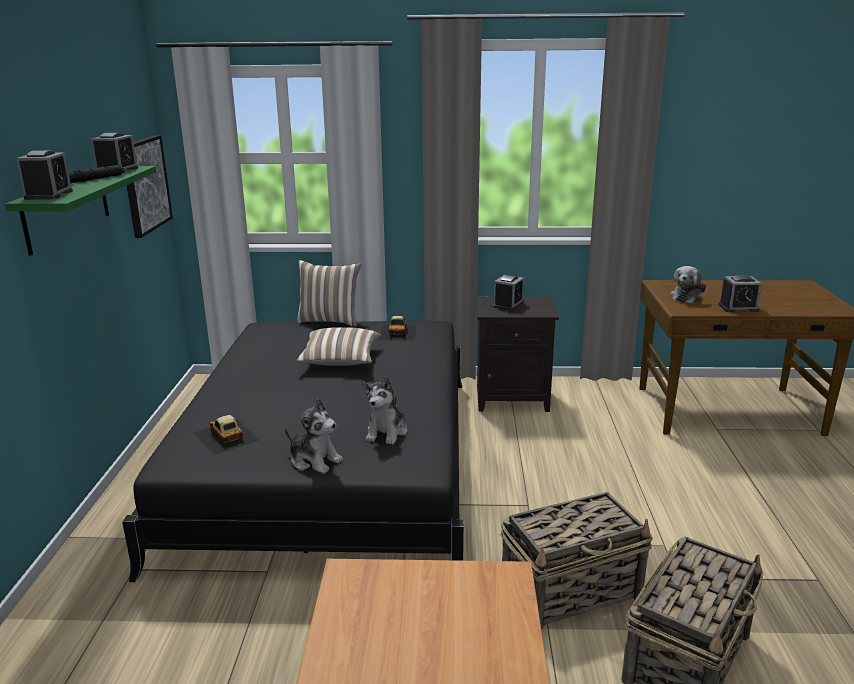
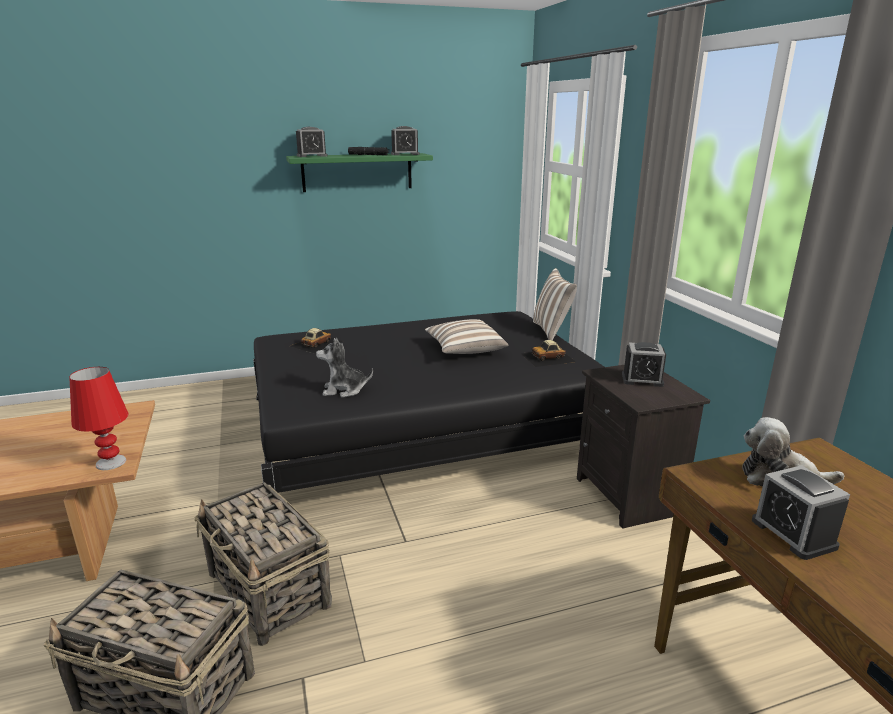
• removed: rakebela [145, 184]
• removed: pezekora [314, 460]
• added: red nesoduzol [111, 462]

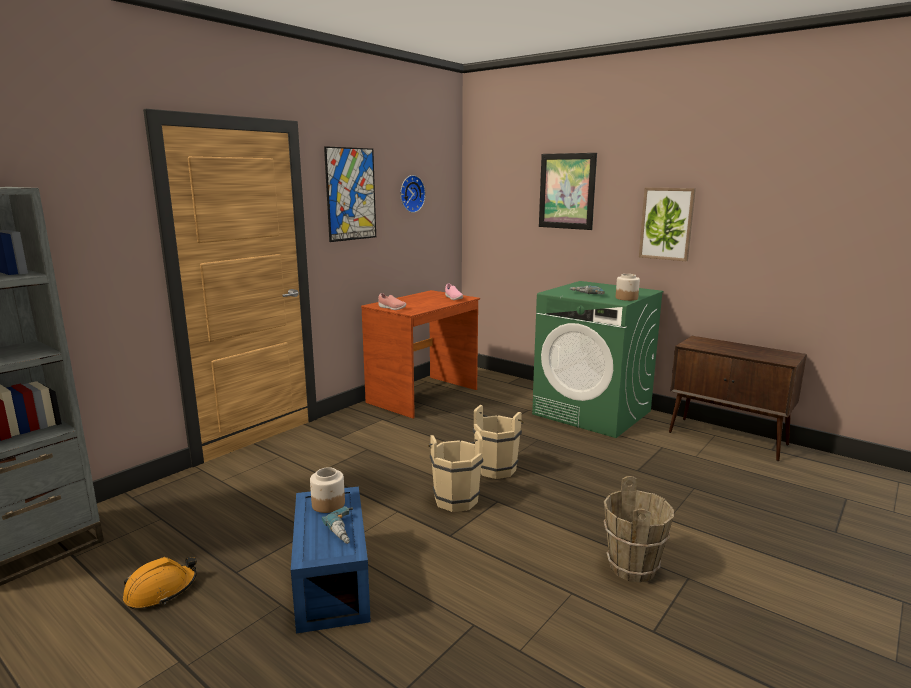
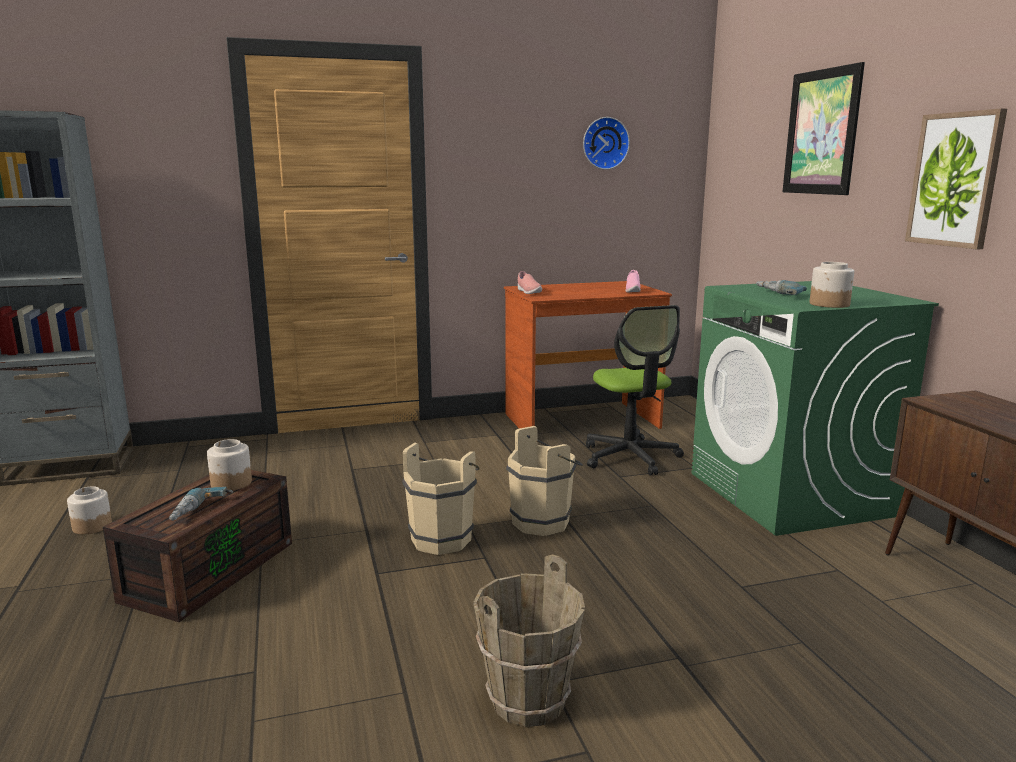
• replaced: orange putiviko [161, 590] to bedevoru [92, 526]
• recoloured: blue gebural [330, 579] to brown gebural [210, 569]
• removed: rakebela [351, 194]
• added: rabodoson [630, 457]

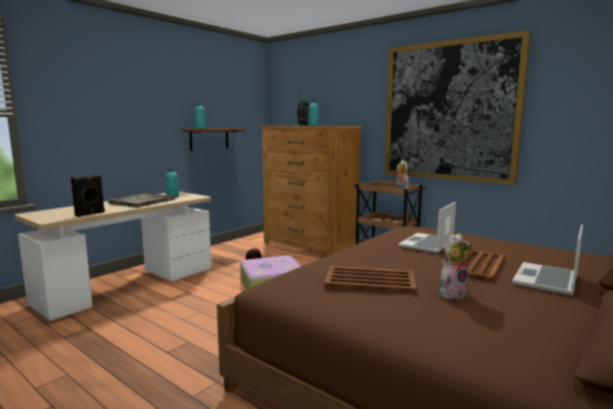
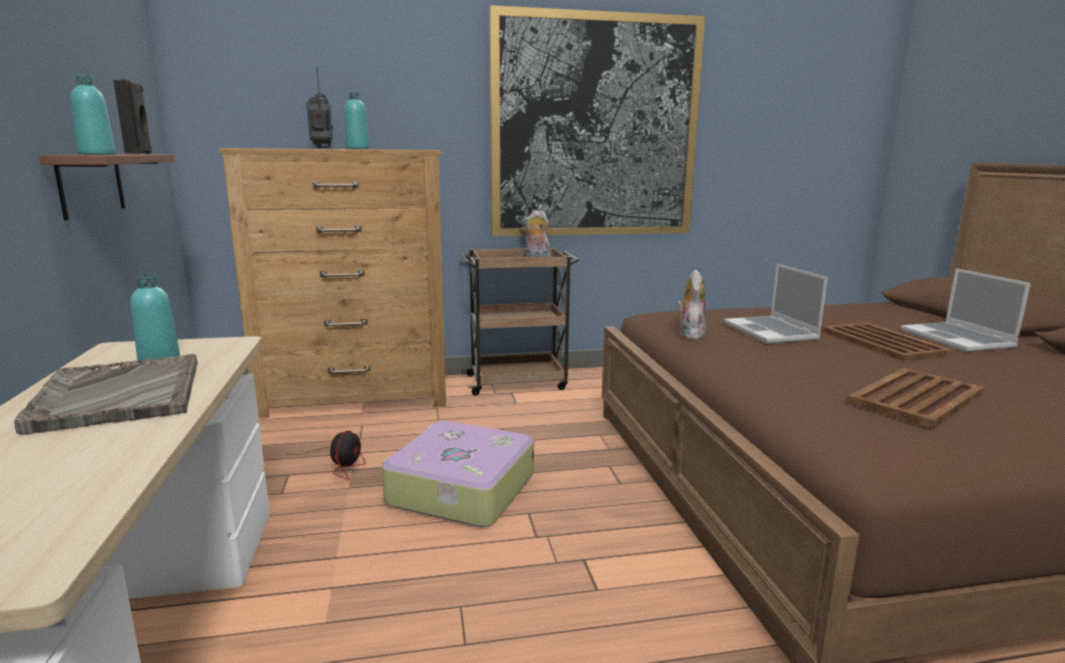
• moved: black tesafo [90, 214] to [140, 153]
• moved: pezekora [452, 293] to [689, 334]

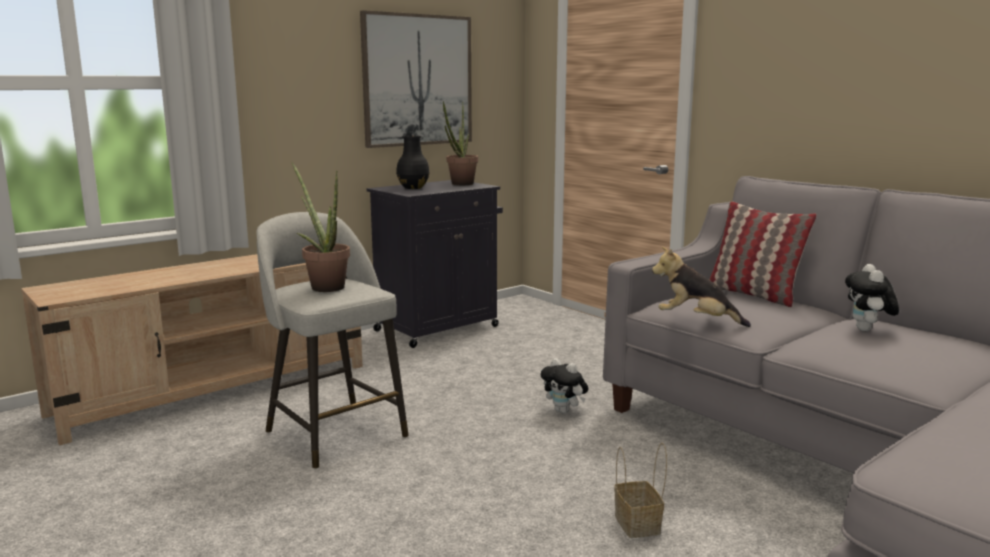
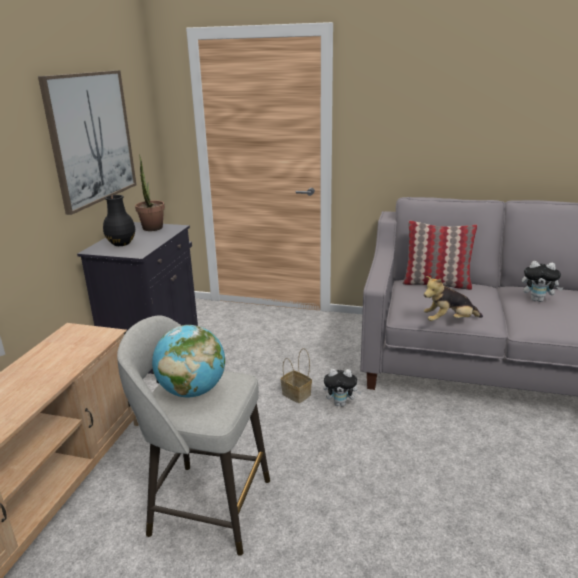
• replaced: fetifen [324, 286] to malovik [192, 391]
• moved: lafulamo [638, 525] to [297, 394]
• turned: pezekora [867, 330] = [537, 300] 45 degrees counterclockwise

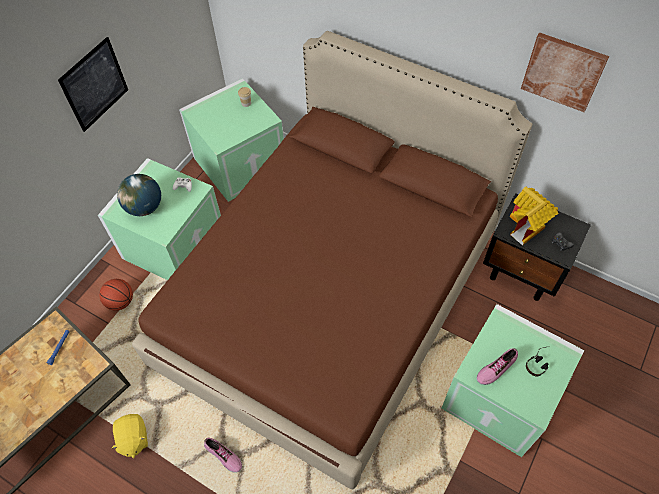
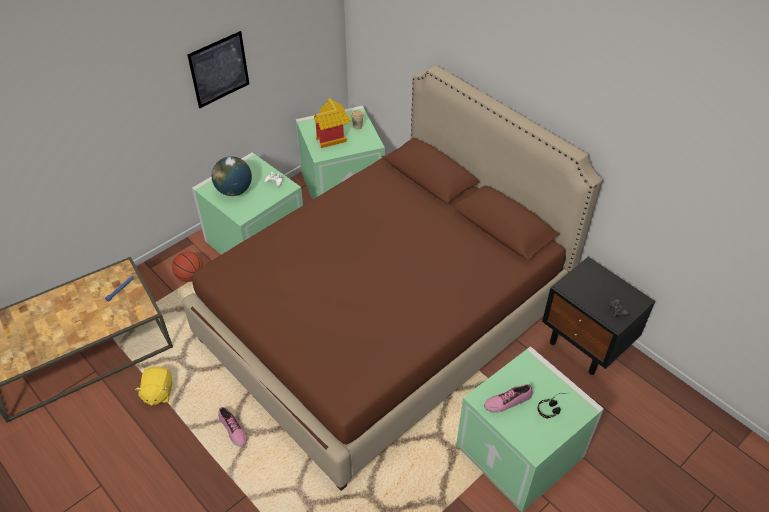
• moved: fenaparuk [527, 228] to [333, 138]
• removed: rakebela [563, 71]

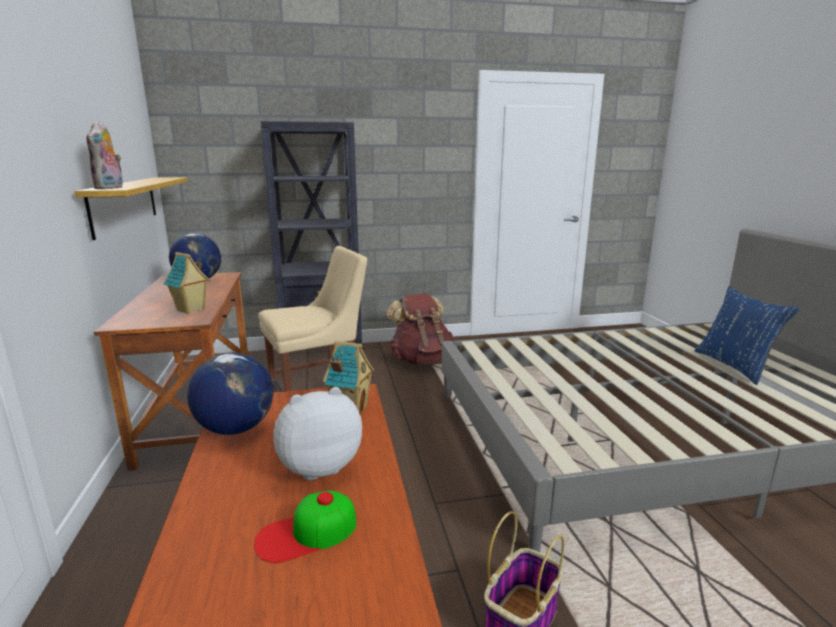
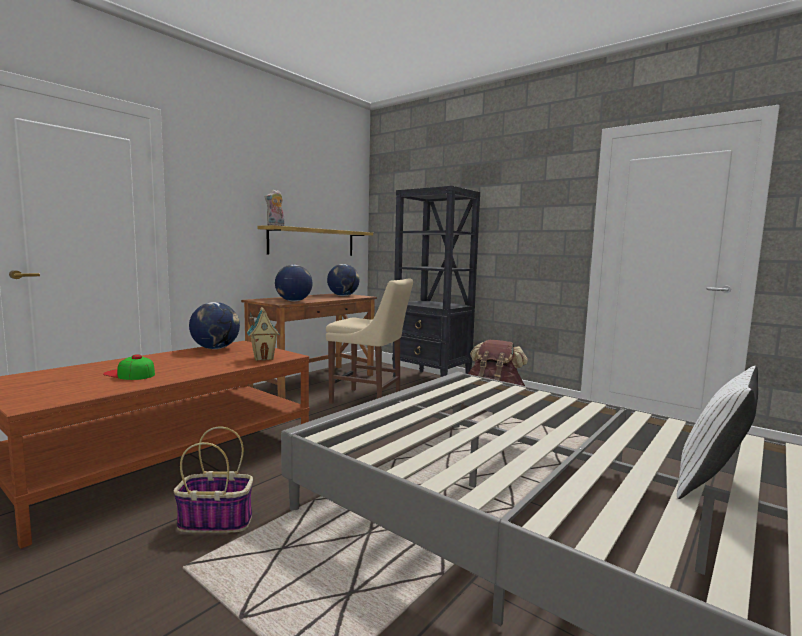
• replaced: fenaparuk [191, 310] to malovik [293, 301]
• removed: pezekora [318, 466]
• recoloured: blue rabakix [734, 366] to white rabakix [712, 481]

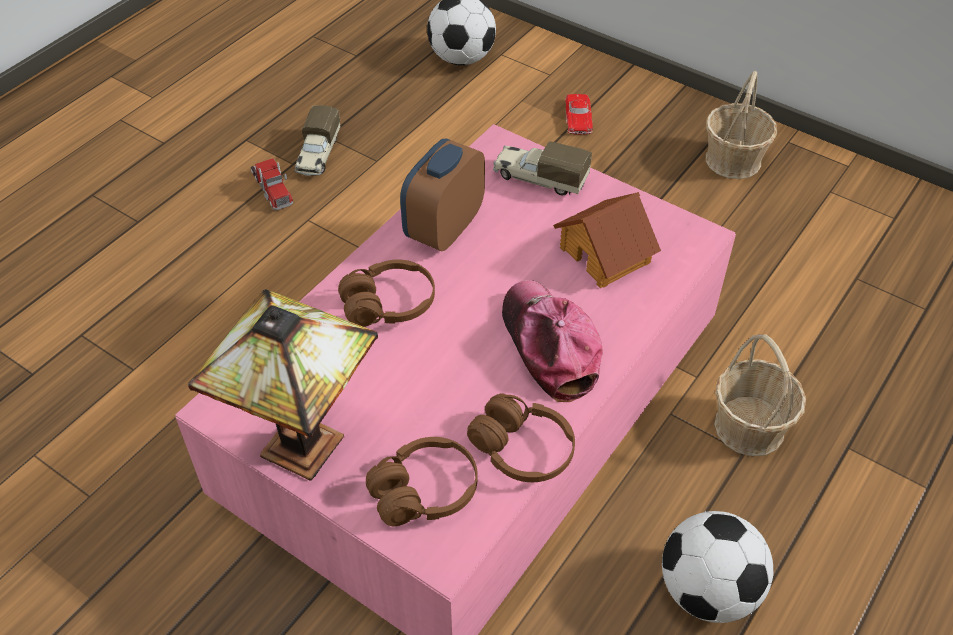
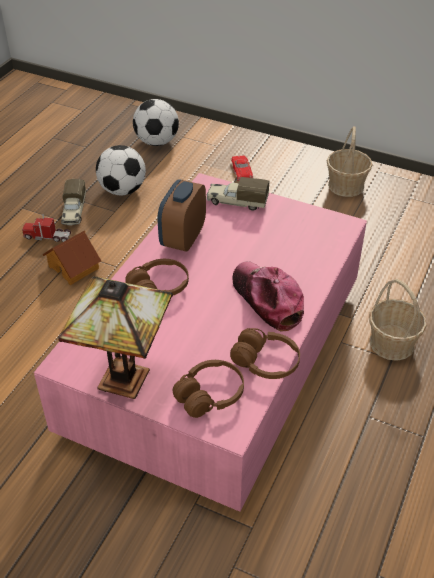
• turned: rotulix [272, 189] = [47, 236] 135 degrees clockwise
• moved: fenaparuk [606, 254] to [74, 267]
• moved: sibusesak [707, 591] to [122, 190]

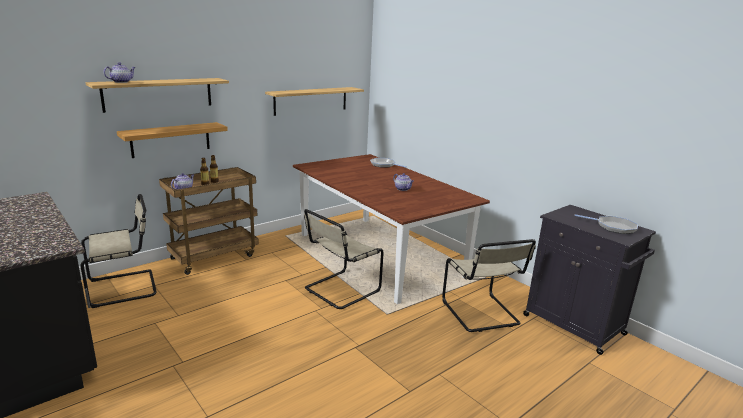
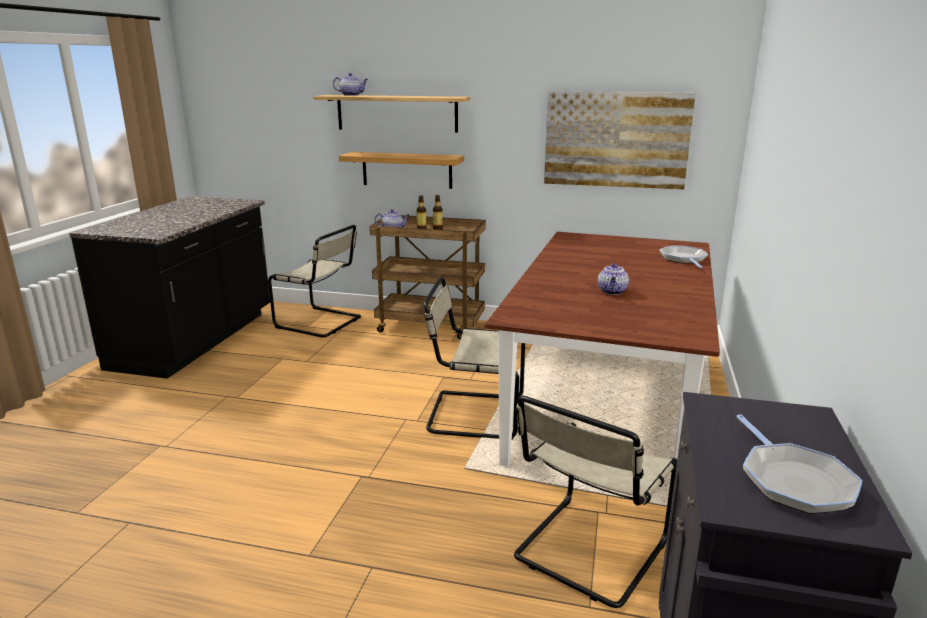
• replaced: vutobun [311, 100] to rakebela [616, 139]

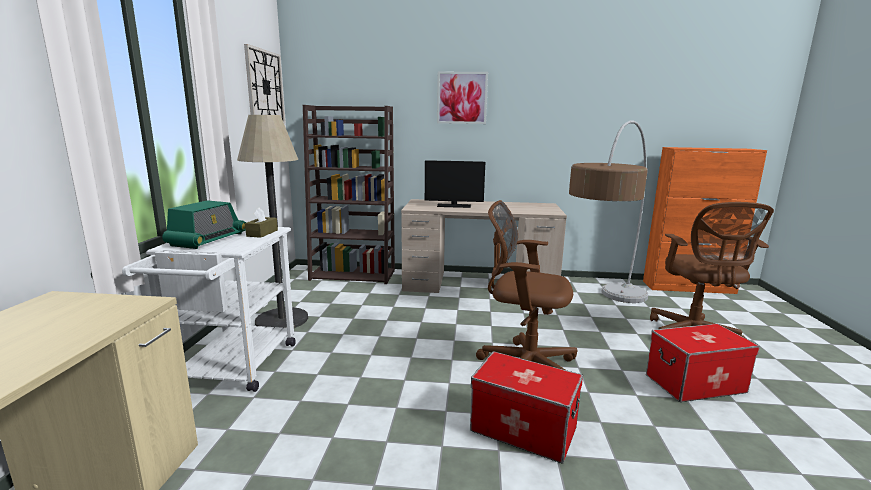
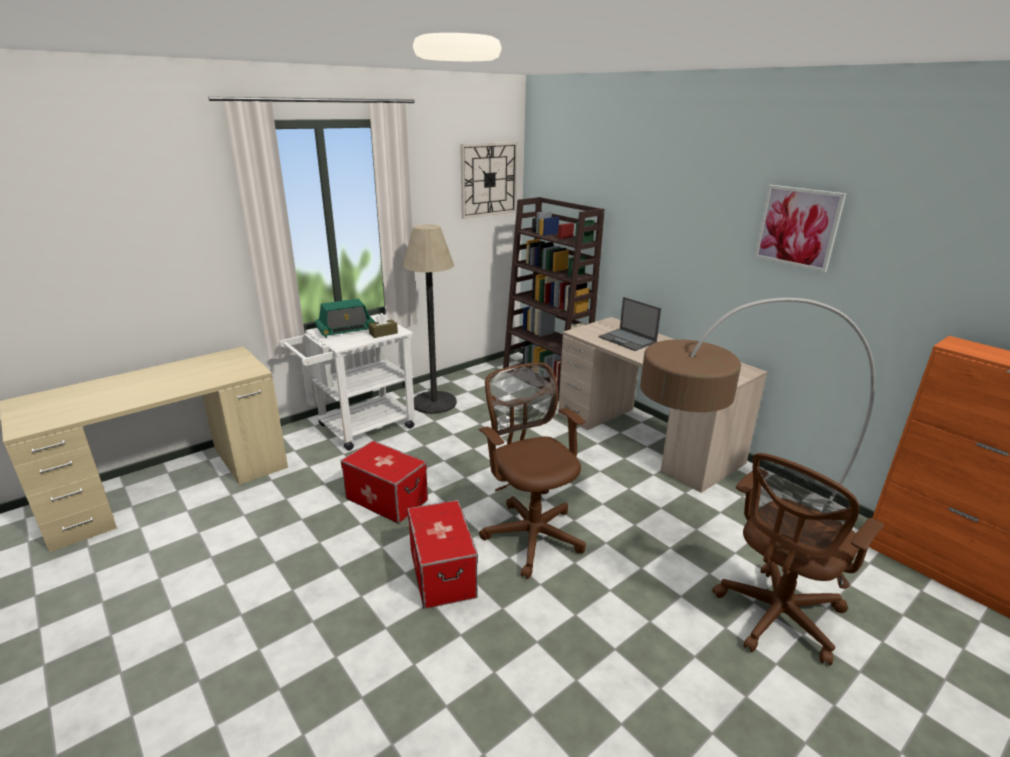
• replaced: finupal [454, 206] to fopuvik [628, 340]
• moved: rakebela [462, 98] to [798, 227]
• moved: gebural [695, 384] to [386, 499]

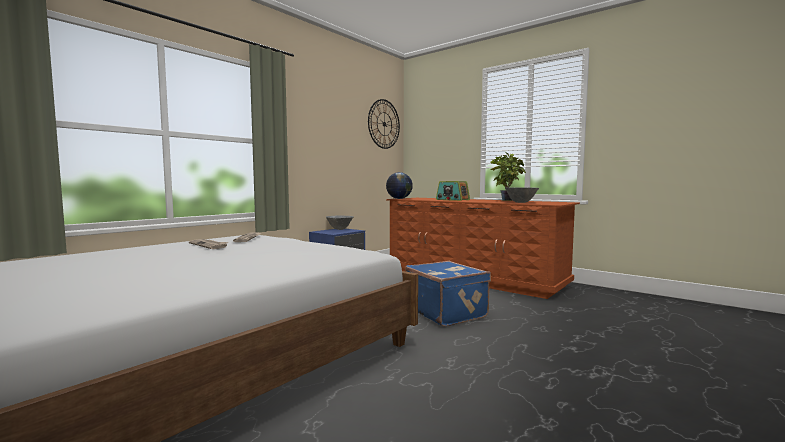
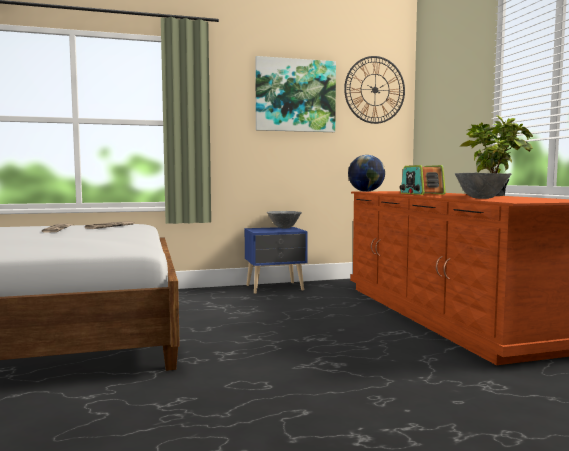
• removed: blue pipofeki [446, 312]
• added: rakebela [295, 95]

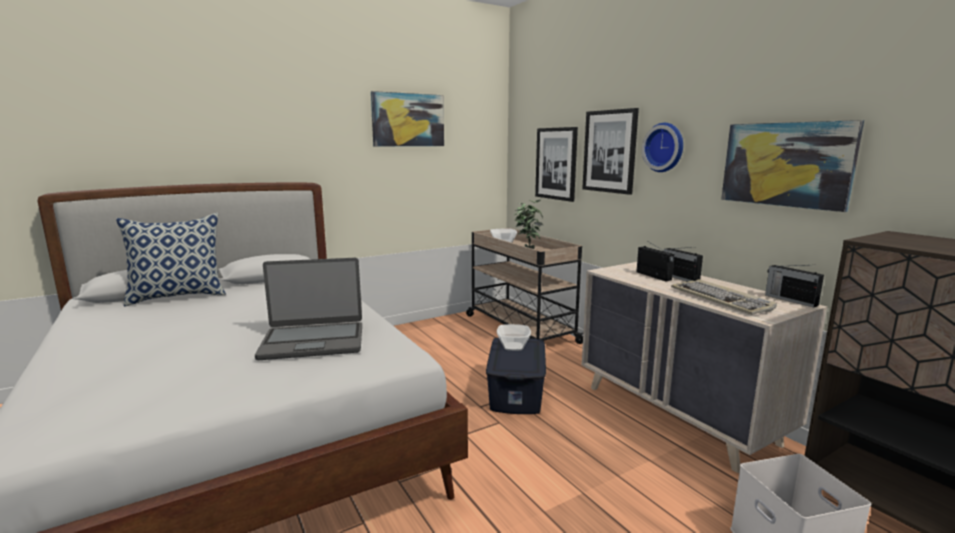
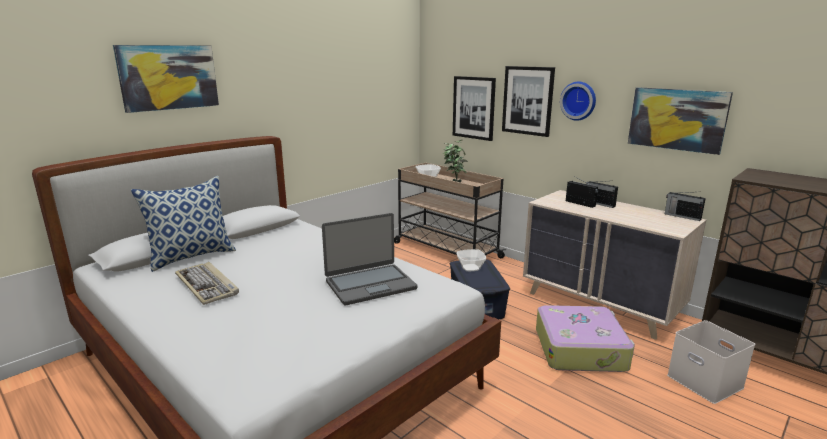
• moved: rakebela [408, 120] to [169, 77]
• moved: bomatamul [722, 300] to [207, 285]
• added: pipofeki [580, 349]

